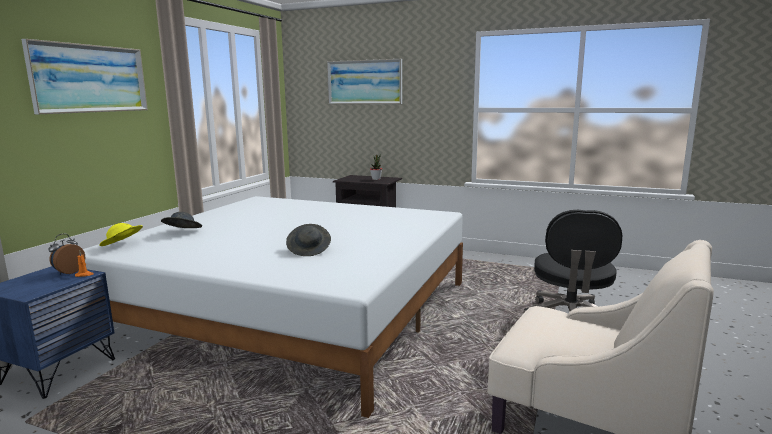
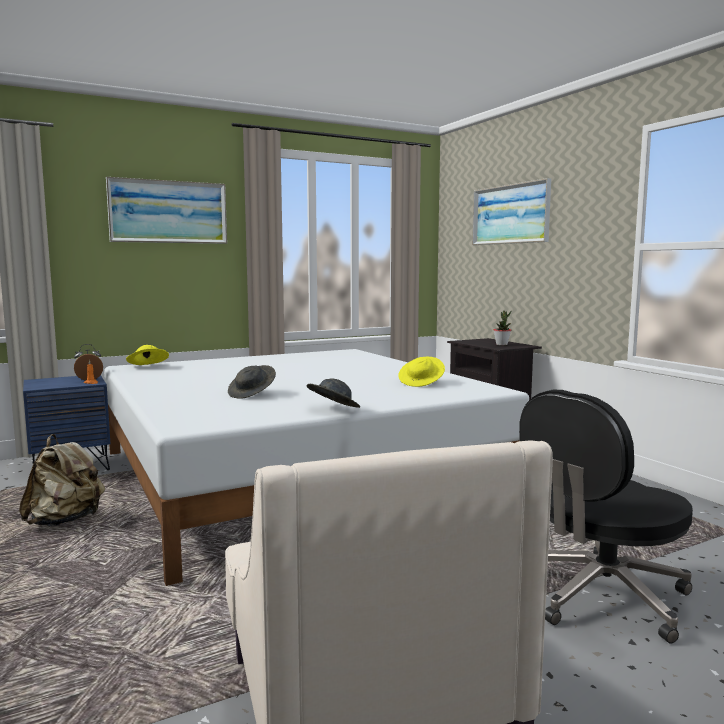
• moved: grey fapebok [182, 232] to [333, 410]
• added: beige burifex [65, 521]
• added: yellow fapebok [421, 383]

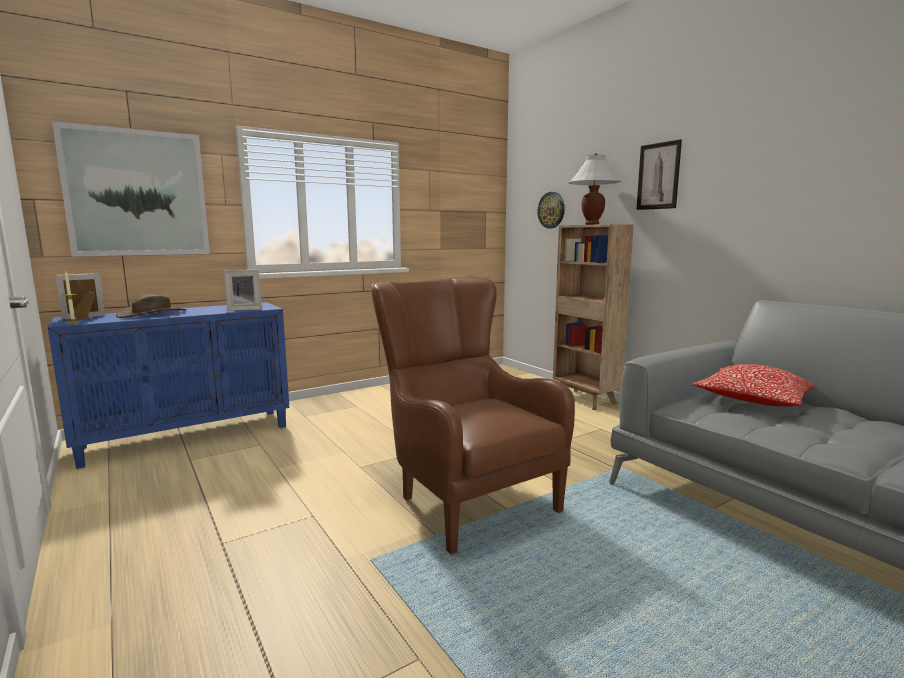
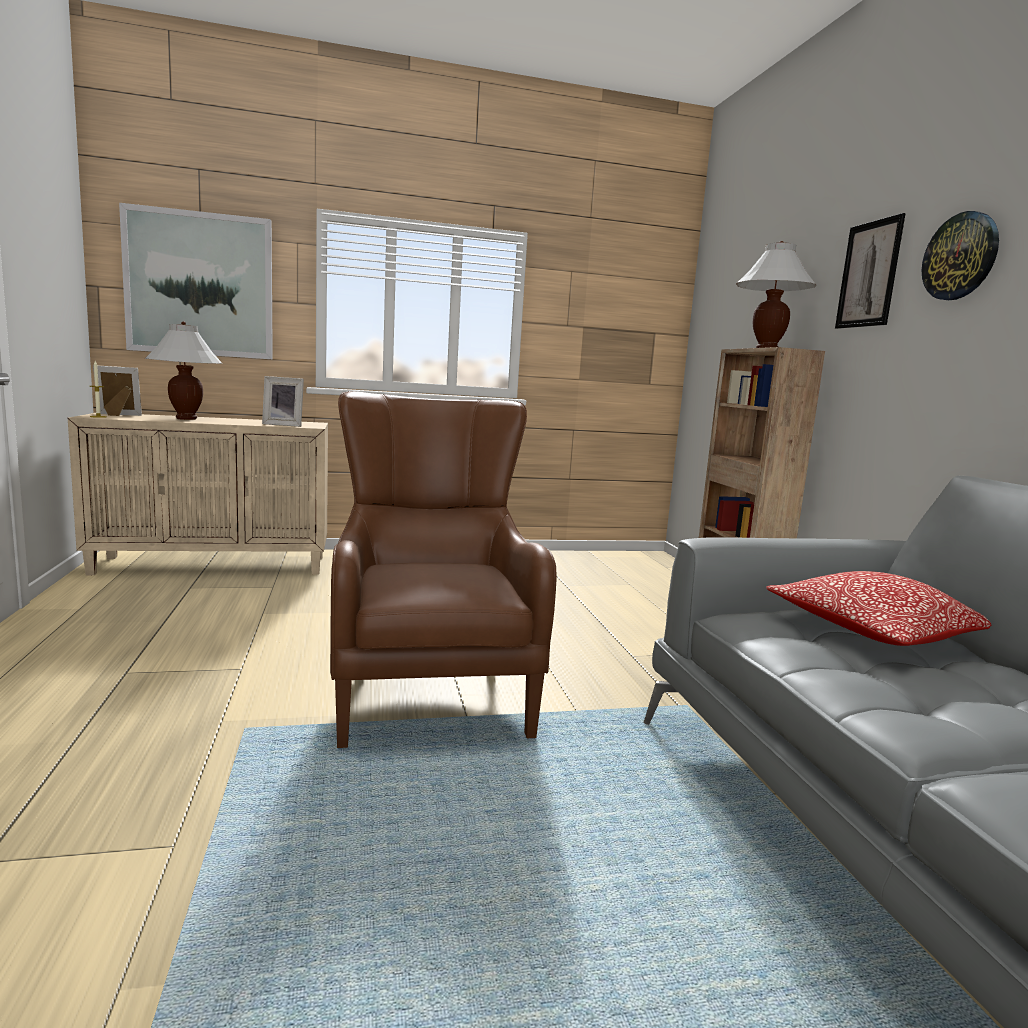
• recoloured: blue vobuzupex [188, 436] to beige vobuzupex [215, 565]
• replaced: brown fapebok [152, 313] to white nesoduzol [186, 418]
• moved: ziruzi [551, 210] to [960, 256]

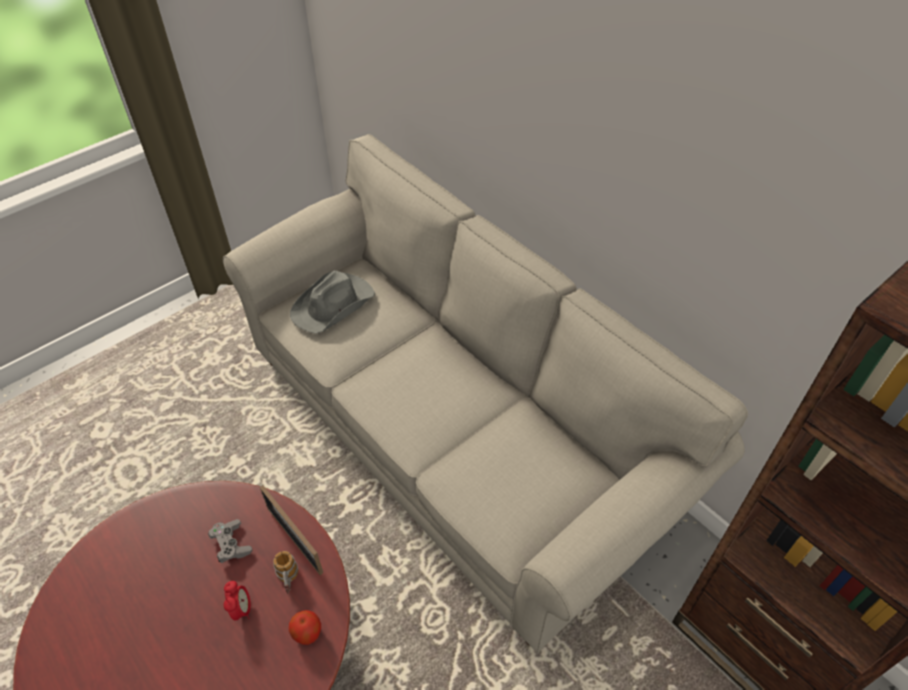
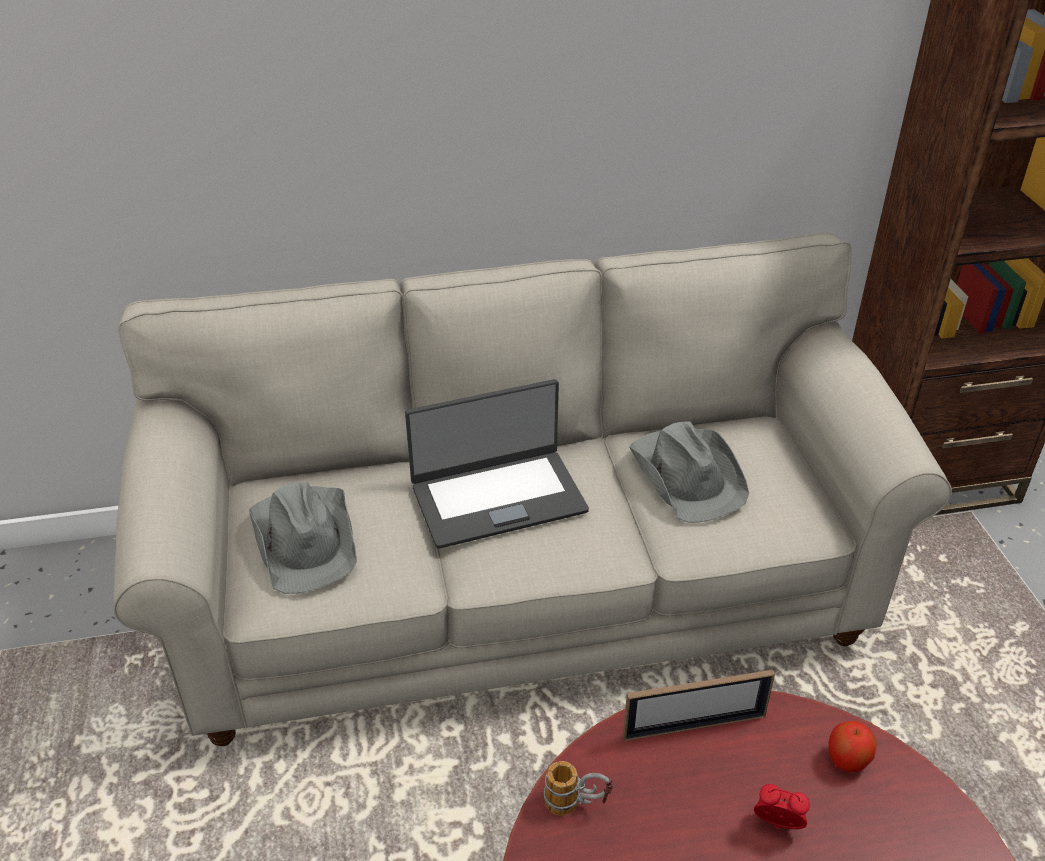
• removed: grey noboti [231, 545]
• moved: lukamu [289, 581] to [577, 804]
• added: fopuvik [497, 497]
• added: grey fapebok [687, 475]

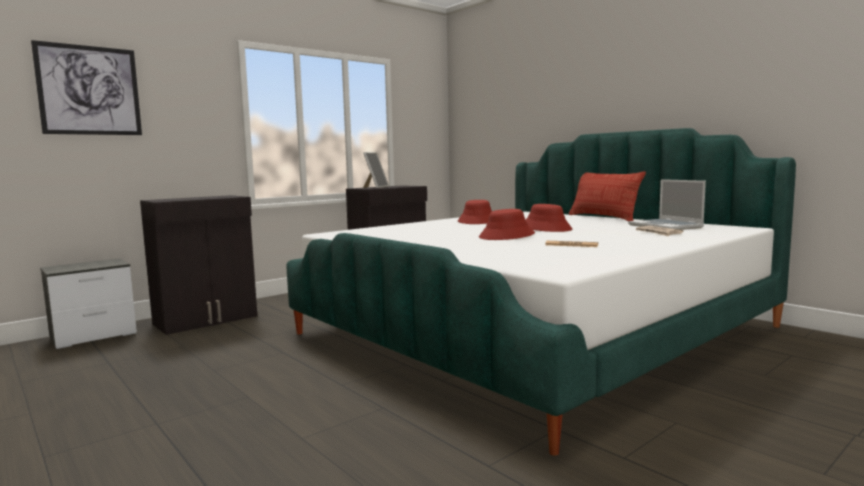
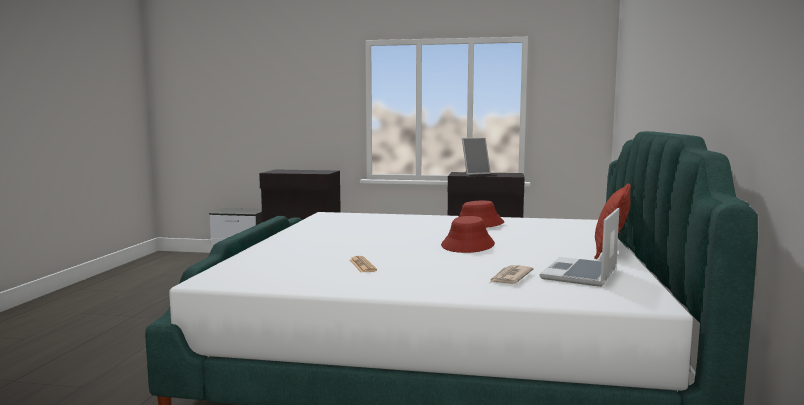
• removed: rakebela [89, 90]
• removed: red fapebok [507, 236]

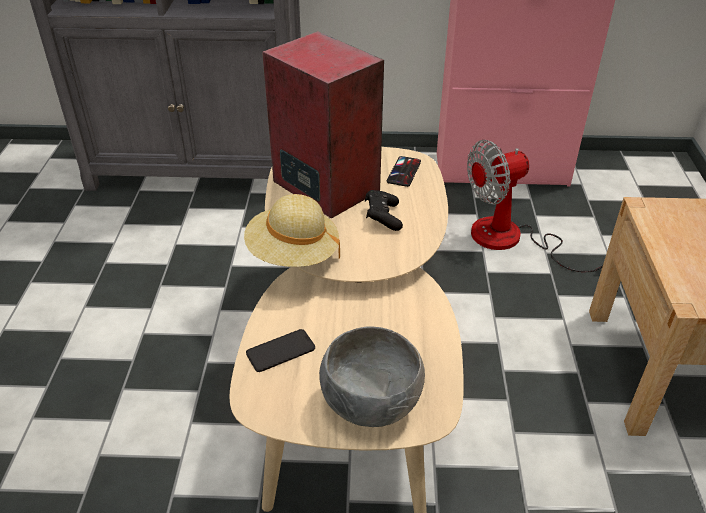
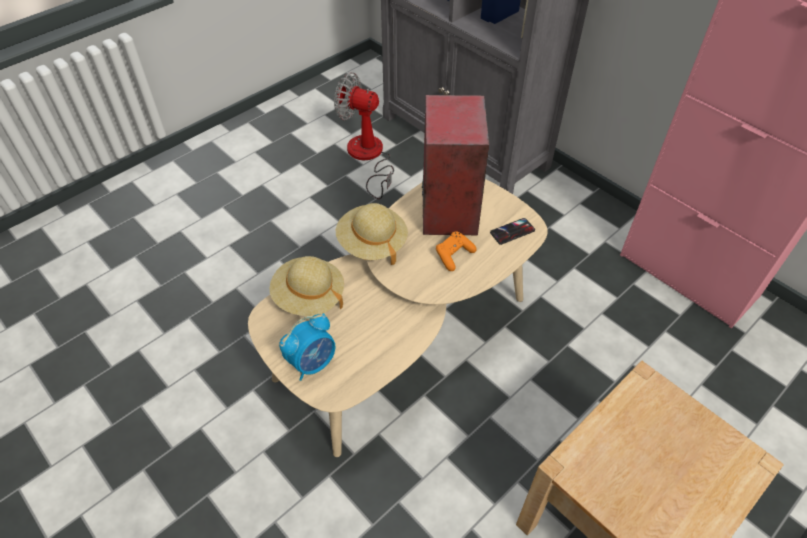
• replaced: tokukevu [280, 351] to beige fapebok [309, 297]
• replaced: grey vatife [370, 404] to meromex [312, 362]
• recoloured: black noboti [382, 217] to orange noboti [453, 255]
• moved: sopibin [513, 240] to [368, 157]

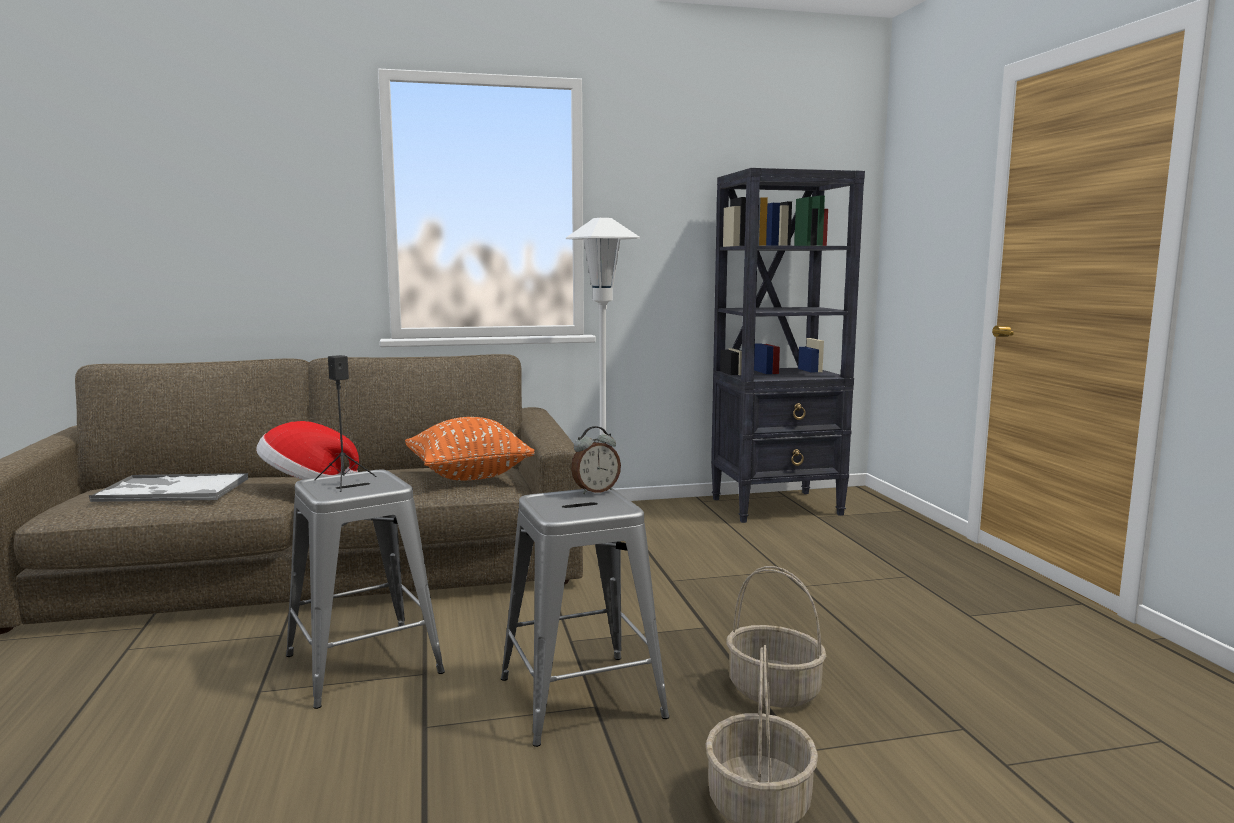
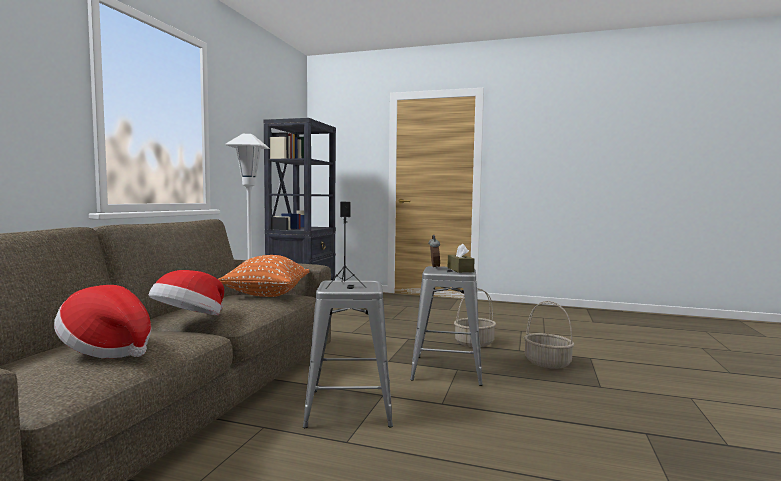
• replaced: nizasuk [171, 490] to fapebok [108, 350]
• added: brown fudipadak [460, 270]

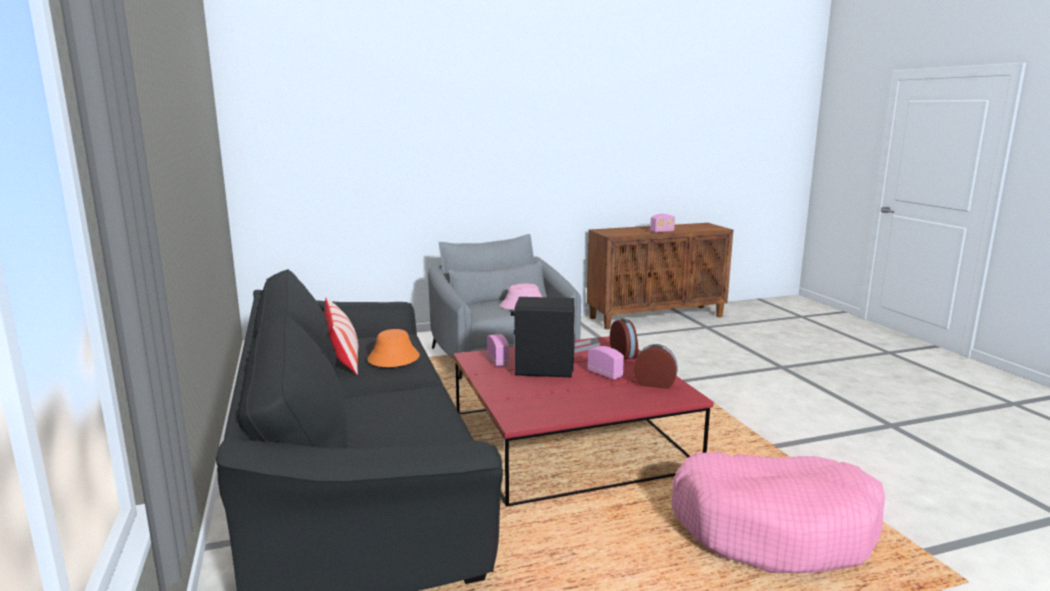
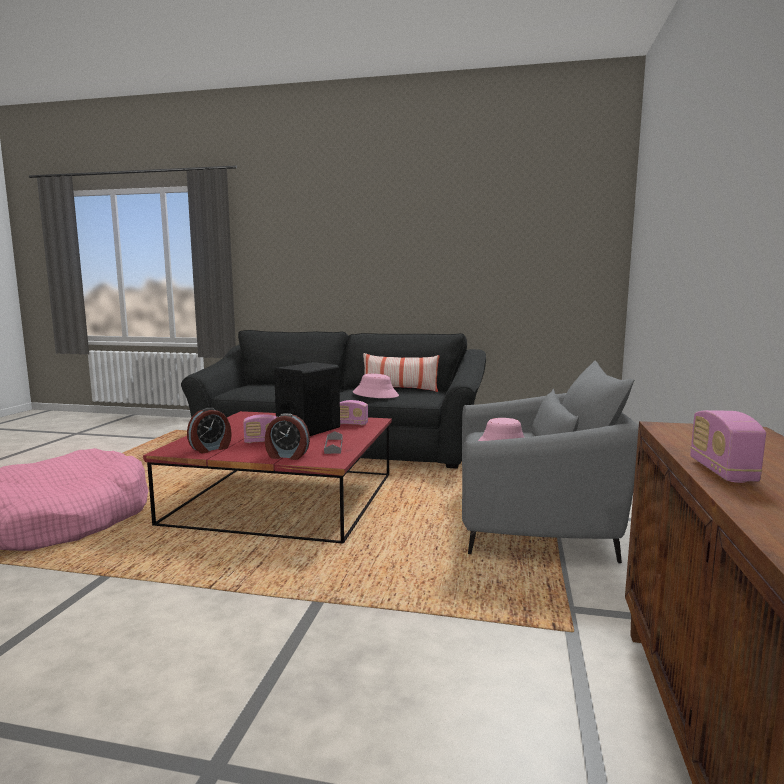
• recoloured: orange fapebok [393, 358] to pink fapebok [375, 394]

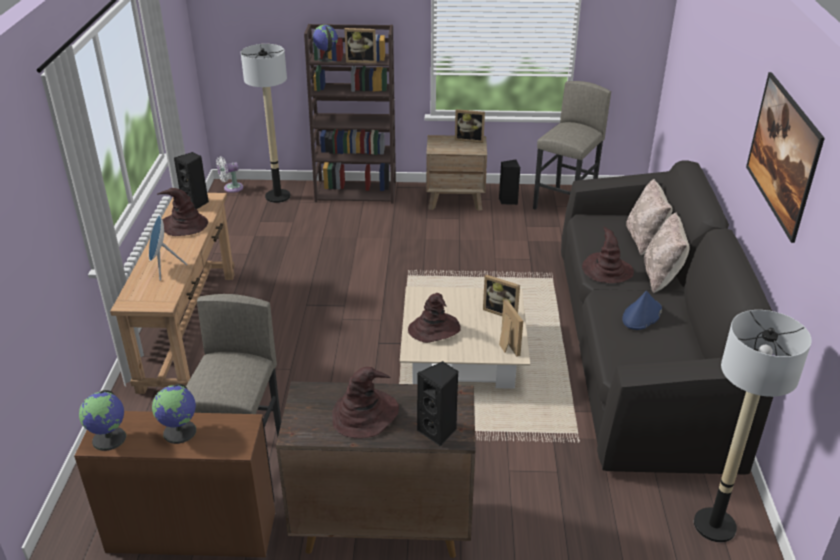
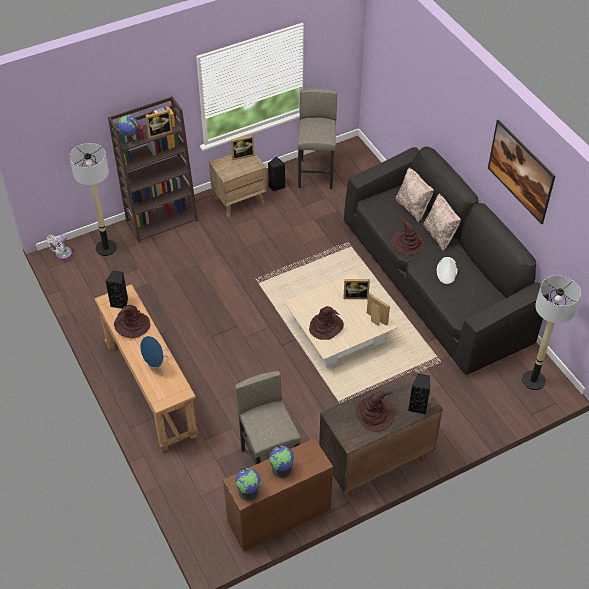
• recoloured: blue fapebok [641, 315] to white fapebok [447, 271]

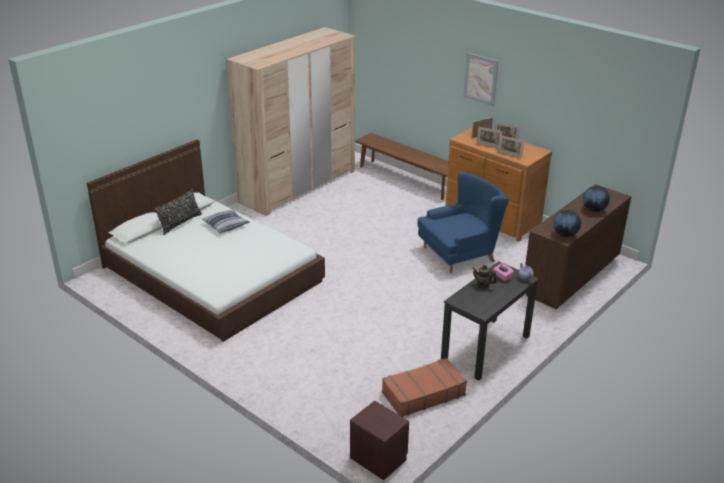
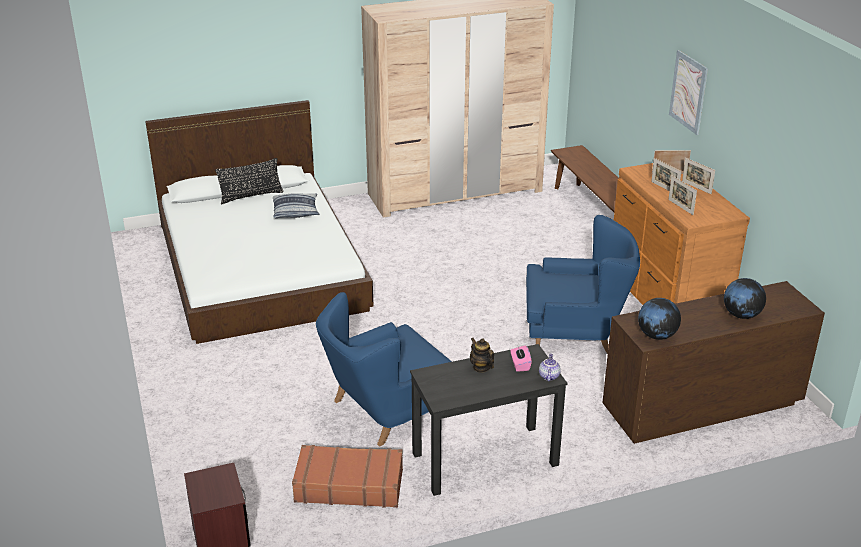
• added: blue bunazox [387, 409]

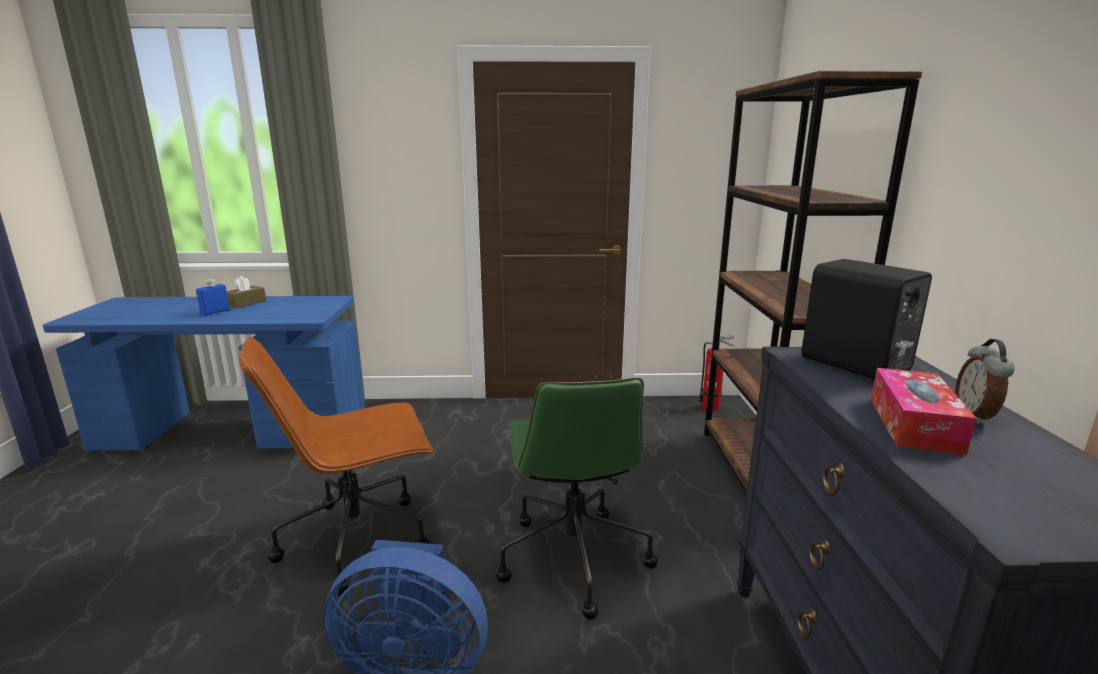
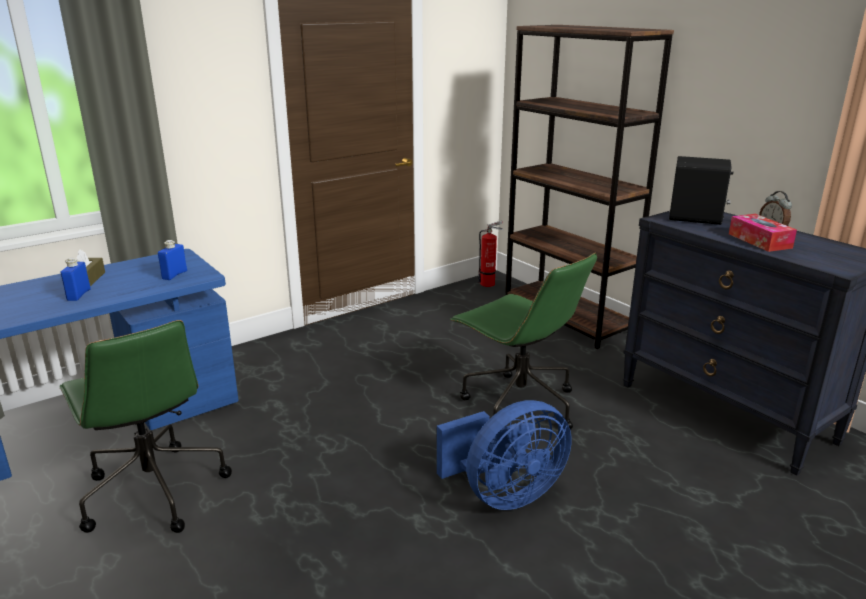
• removed: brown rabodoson [358, 539]
• added: green rabodoson [153, 490]
• added: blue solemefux [174, 275]

